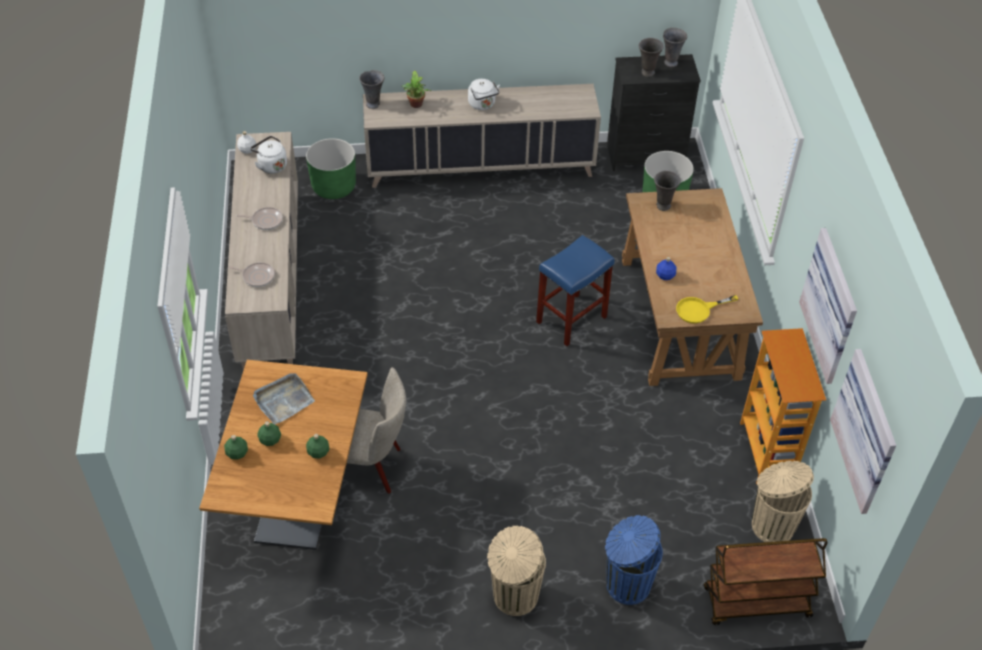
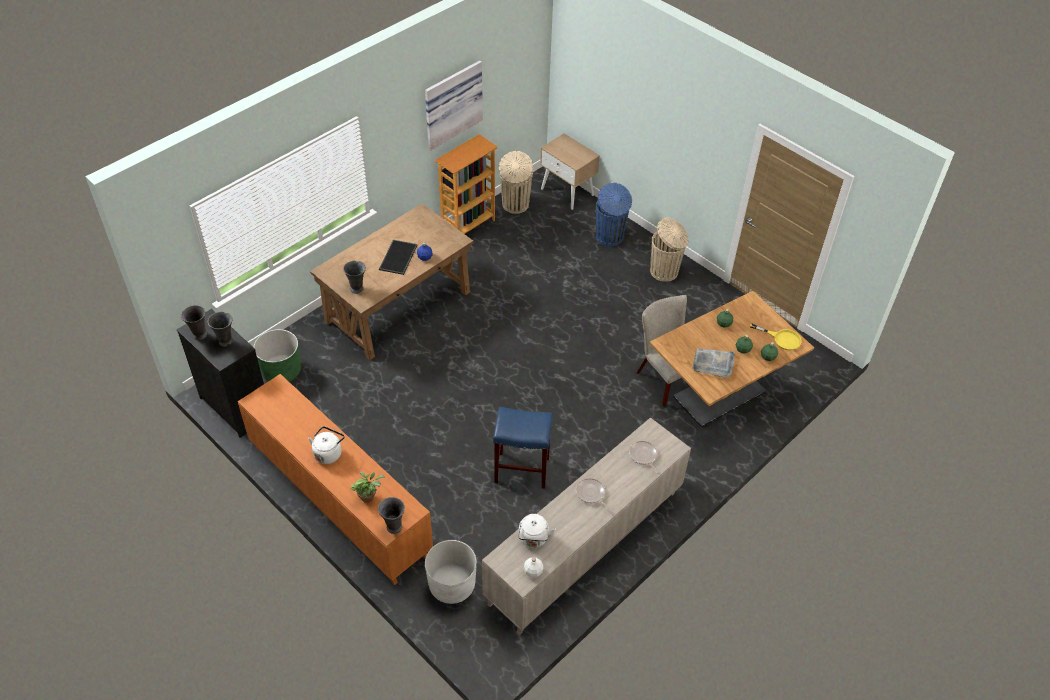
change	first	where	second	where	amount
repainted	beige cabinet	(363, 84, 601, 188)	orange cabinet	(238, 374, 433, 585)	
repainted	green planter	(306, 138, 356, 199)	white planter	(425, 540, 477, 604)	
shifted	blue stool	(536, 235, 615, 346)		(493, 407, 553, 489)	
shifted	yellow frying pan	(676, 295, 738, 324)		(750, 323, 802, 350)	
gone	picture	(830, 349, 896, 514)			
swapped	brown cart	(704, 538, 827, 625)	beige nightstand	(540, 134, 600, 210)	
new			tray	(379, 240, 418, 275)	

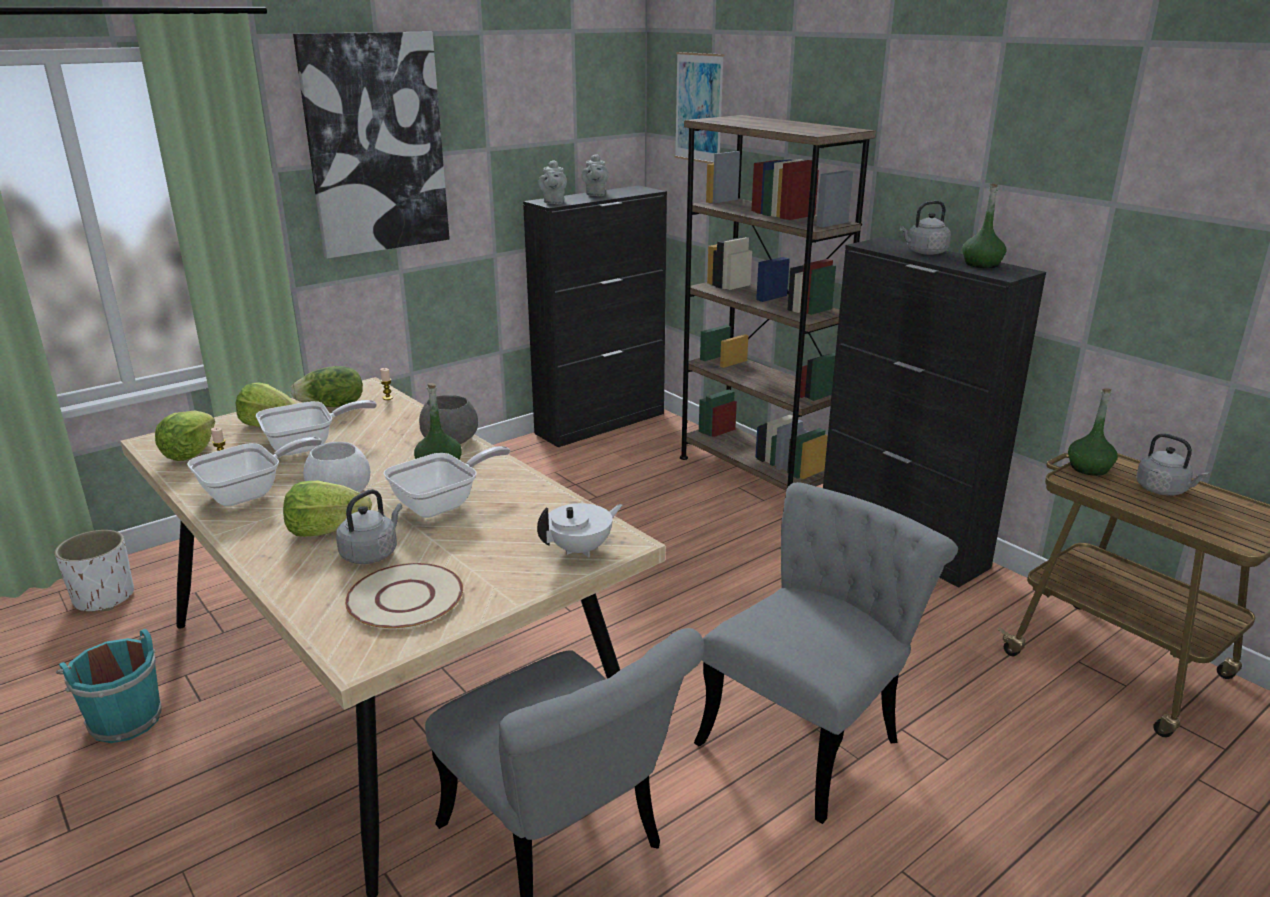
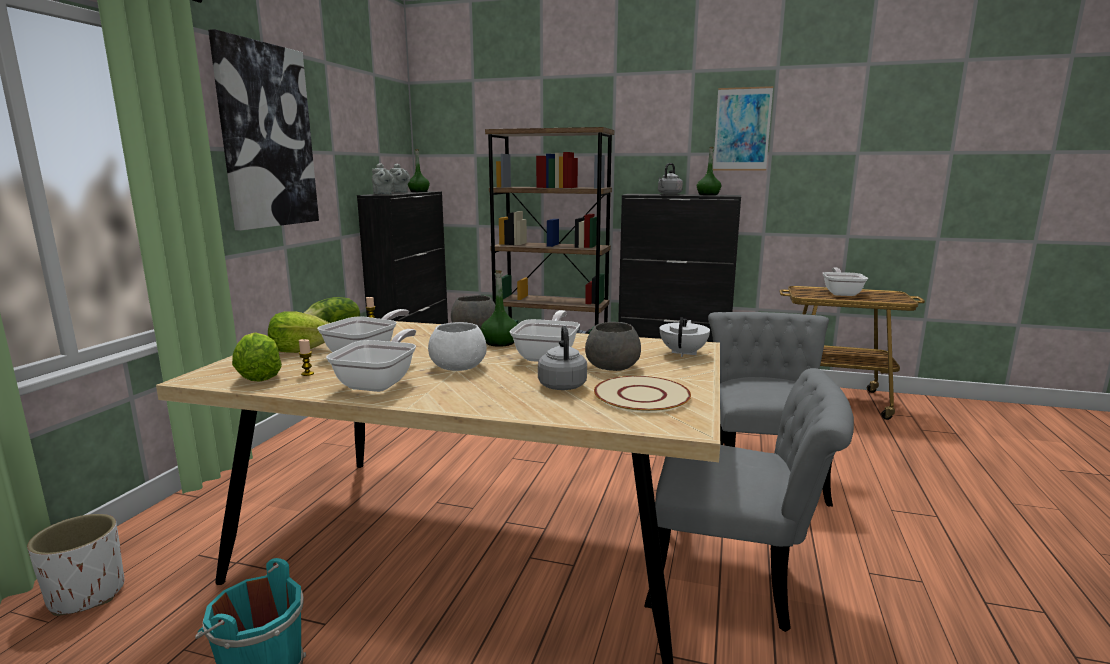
change	first	where	second	where	amount
shifted	picture	(674, 52, 724, 164)		(713, 86, 773, 170)	
shifted	green bottle	(1068, 388, 1117, 476)		(408, 149, 430, 192)	
swapped	grey kettle	(1136, 434, 1208, 496)	frying pan	(823, 268, 868, 296)	
gone	lettuce	(283, 481, 372, 537)			
new			grey bowl	(585, 322, 641, 371)	

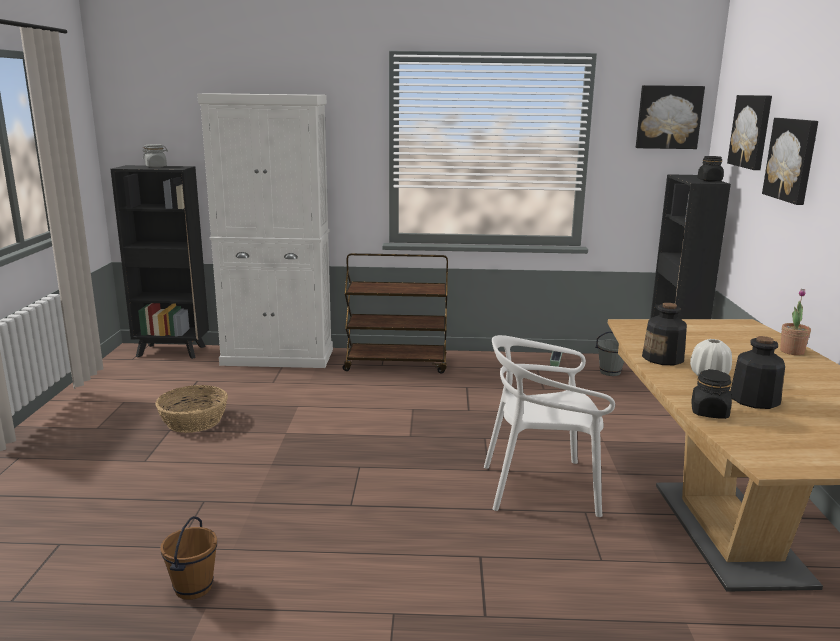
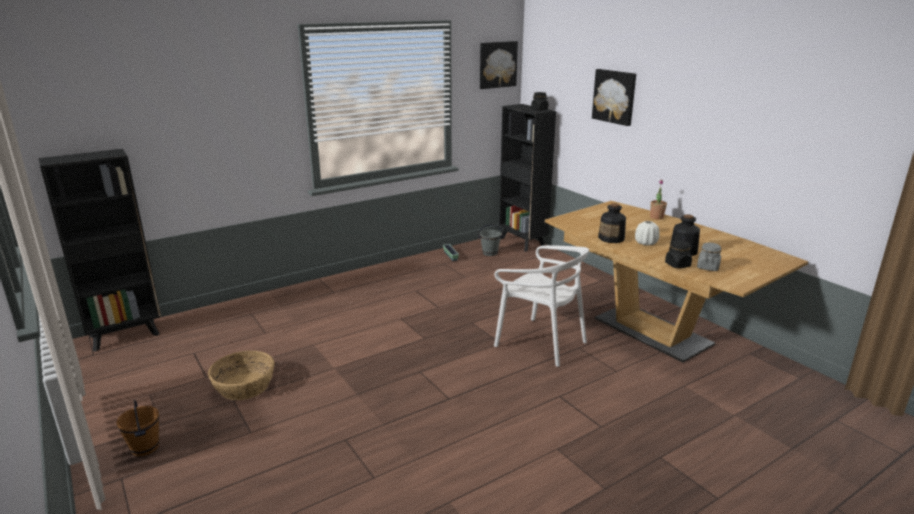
change	first	where	second	where	amount
gone	white cabinet	(197, 93, 333, 368)			
gone	picture	(727, 95, 772, 170)			
shifted	grey jar	(143, 144, 168, 168)		(697, 243, 721, 271)	
gone	brown cart	(343, 253, 448, 373)			
rotated	white chair	(484, 335, 615, 517)		(494, 245, 589, 367)	105 degrees counterclockwise
shifted	brown bucket	(160, 516, 217, 600)		(116, 400, 159, 456)	

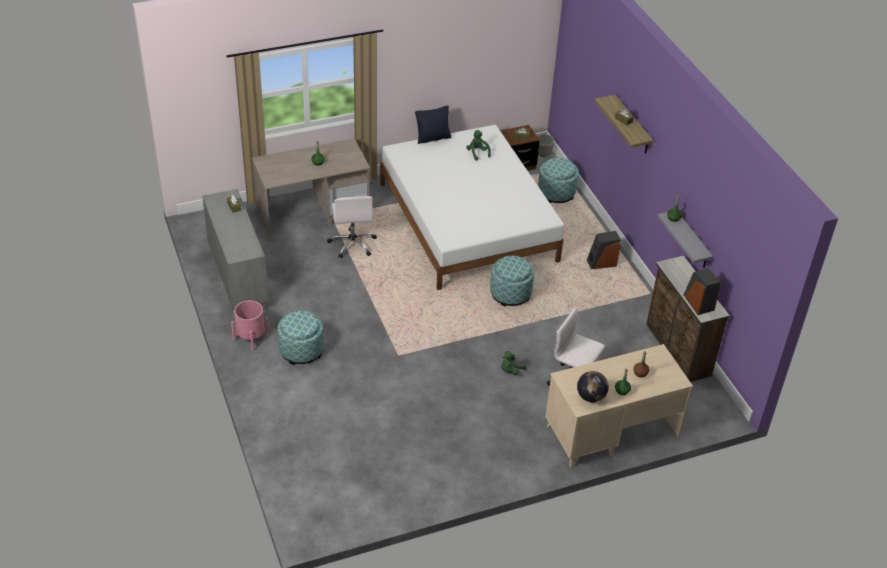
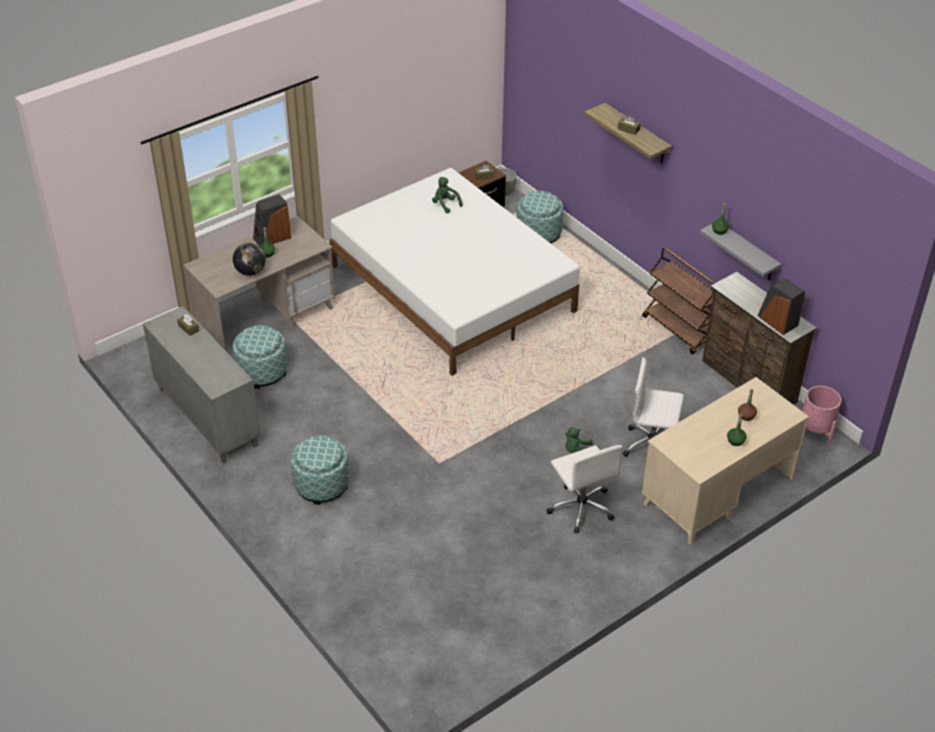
change	first	where	second	where	amount
gone	black pillow	(415, 106, 451, 144)			
shifted	white office chair	(327, 196, 377, 258)		(546, 445, 623, 533)	
shifted	speaker	(587, 231, 621, 269)		(253, 194, 291, 246)	
shifted	ottoman	(490, 256, 534, 306)		(233, 325, 287, 389)	
shifted	pink planter	(231, 300, 269, 351)		(802, 386, 842, 445)	
shifted	globe	(577, 371, 609, 402)		(233, 243, 266, 276)	
new			brown cart	(642, 248, 715, 355)	

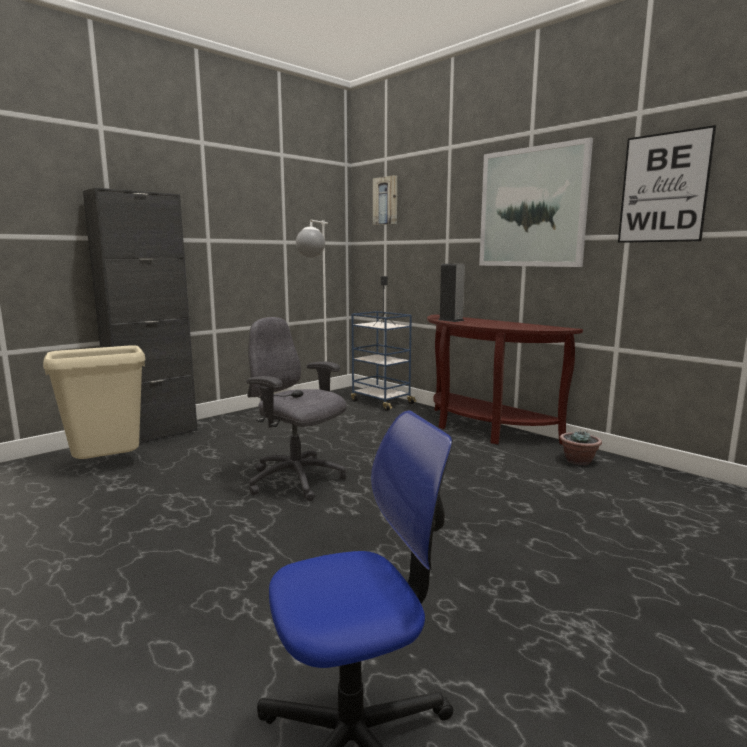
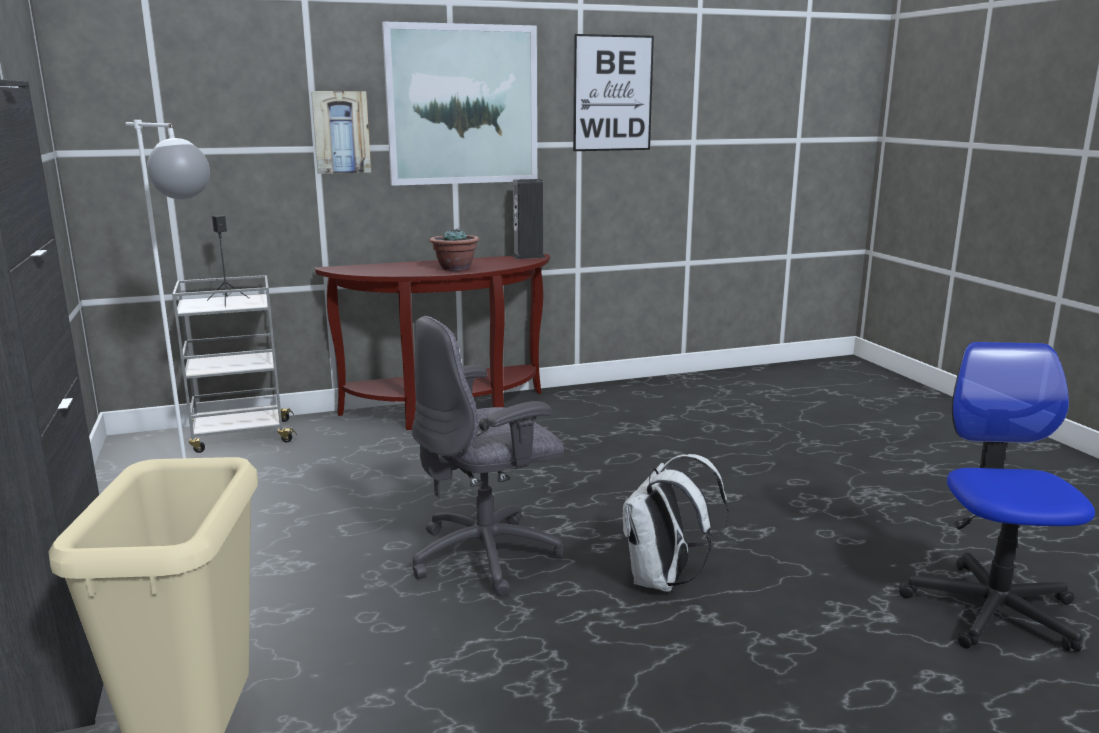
change	first	where	second	where	amount
shifted	picture	(373, 175, 397, 225)		(311, 91, 371, 174)	
shifted	speaker	(438, 264, 465, 322)		(512, 179, 546, 259)	
repainted	blue cart	(351, 311, 416, 411)	grey cart	(172, 275, 297, 453)	
shifted	potted plant	(560, 430, 602, 465)		(430, 228, 479, 271)	
new			white backpack	(623, 454, 729, 592)	

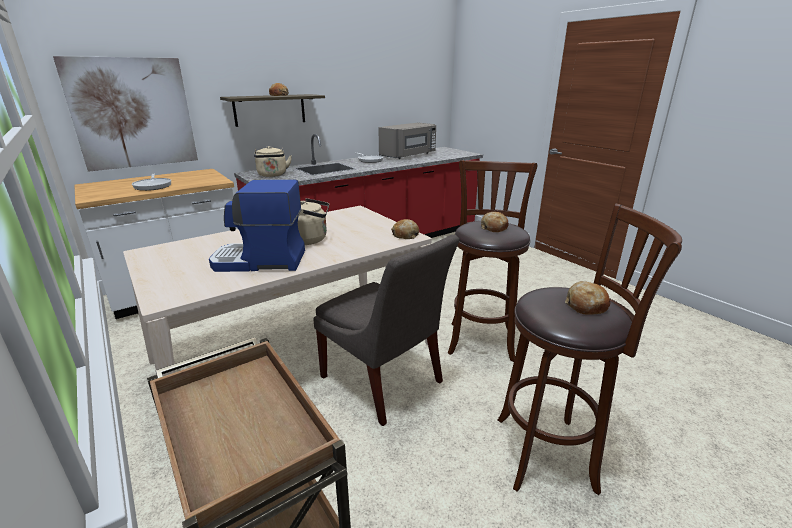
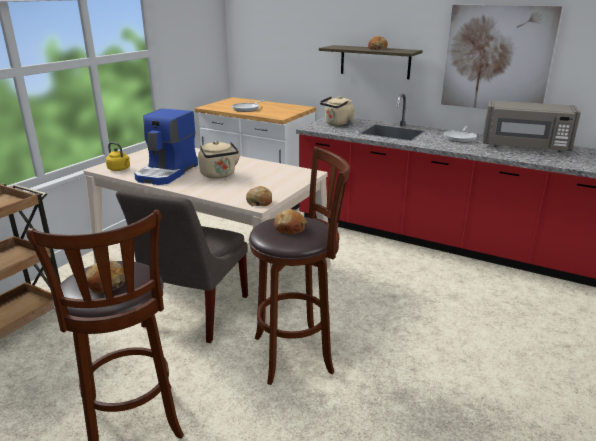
change	first	where	second	where	amount
shifted	picture	(53, 56, 198, 172)		(441, 5, 562, 109)	
rotated	coffee machine	(209, 180, 305, 272)		(134, 108, 198, 185)	135 degrees counterclockwise
new			yellow kettle	(106, 142, 130, 171)	

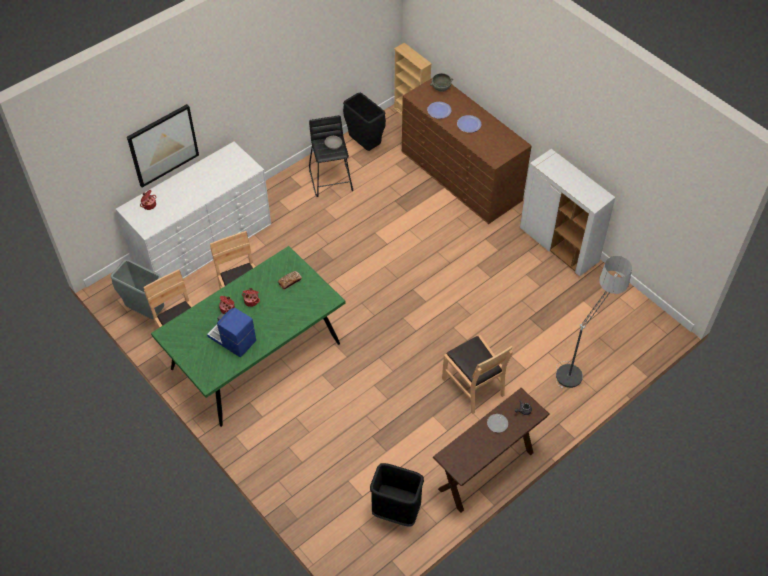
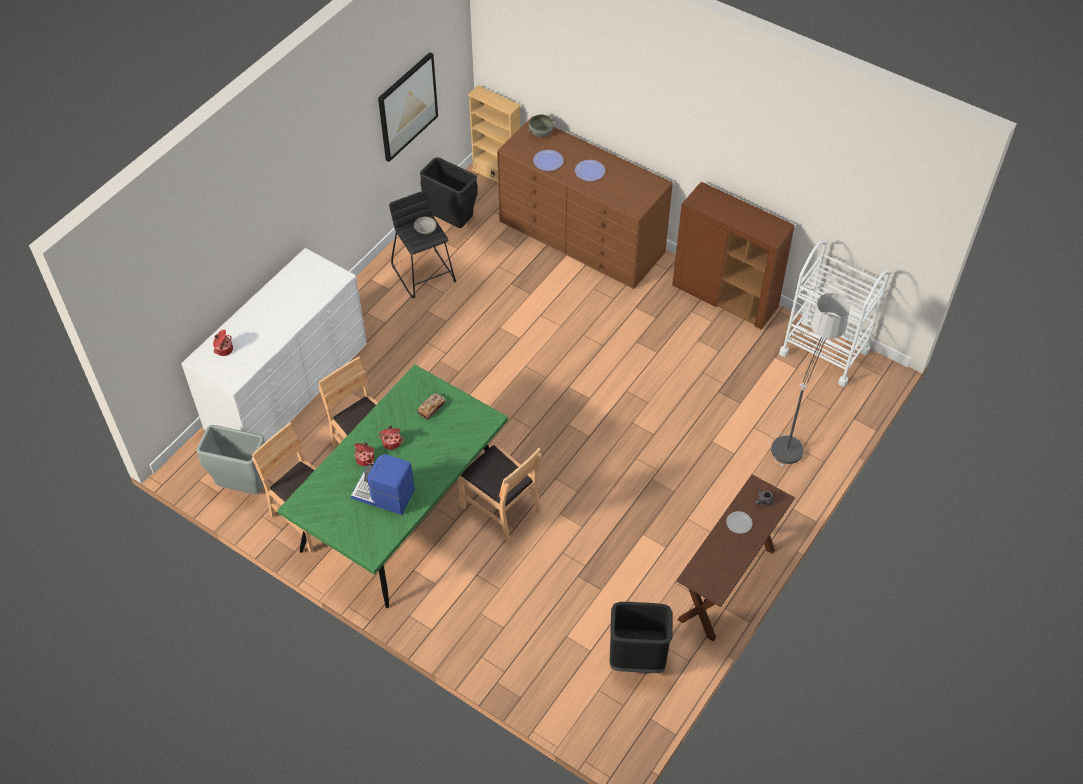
change	first	where	second	where	amount
shifted	picture	(127, 104, 199, 188)		(378, 52, 438, 162)	
repainted	white cabinet	(520, 149, 615, 277)	brown cabinet	(672, 182, 794, 329)	
shifted	brown chair	(442, 335, 513, 414)		(458, 443, 542, 542)	
new			white cart	(779, 241, 890, 387)	

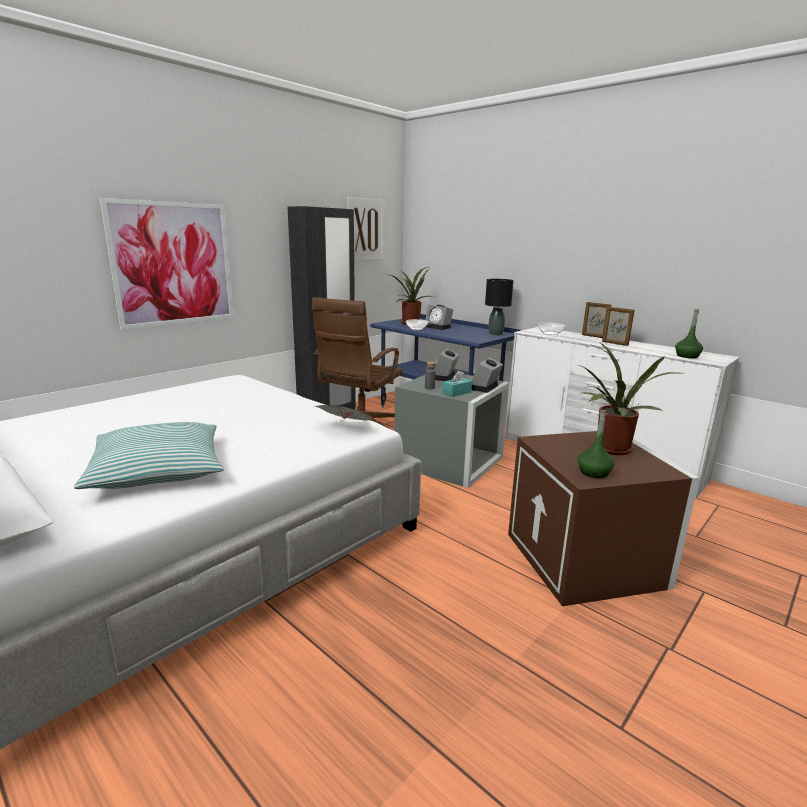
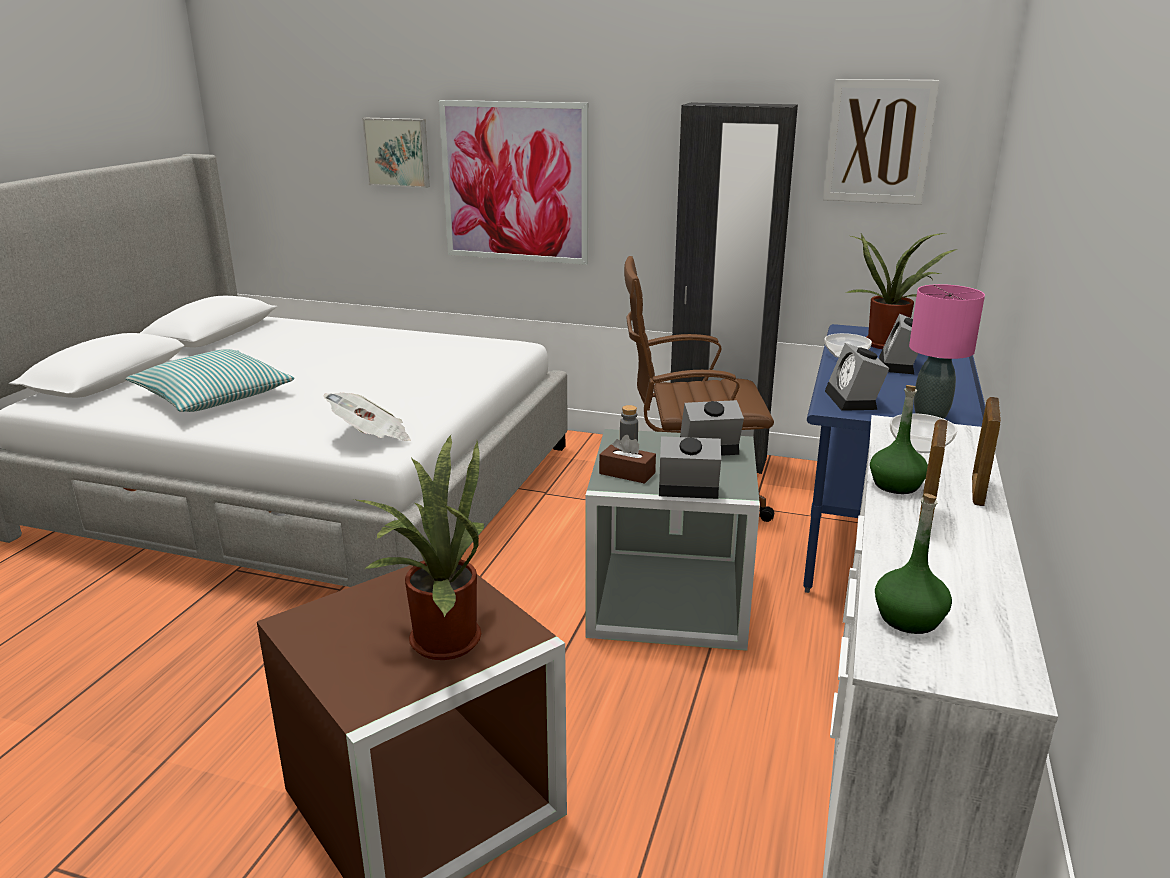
change	first	where	second	where	amount
repainted	black table lamp	(485, 279, 514, 336)	pink table lamp	(909, 284, 985, 419)	
repainted	turquoise tissue box	(442, 370, 472, 397)	brown tissue box	(599, 435, 656, 484)	
shifted	green bottle	(578, 410, 614, 478)		(870, 385, 928, 494)	
new			picture	(362, 118, 430, 188)	
new			alarm clock	(825, 343, 889, 411)	

